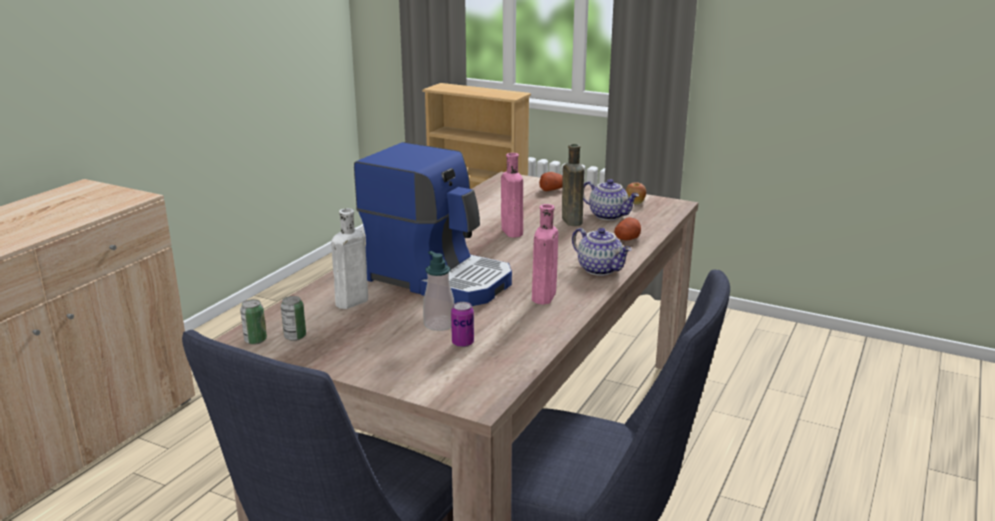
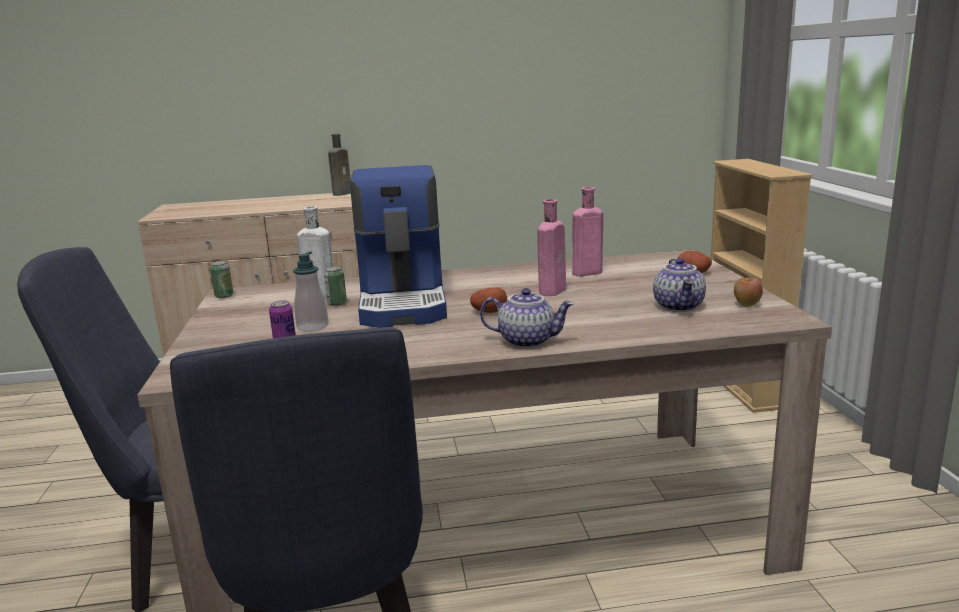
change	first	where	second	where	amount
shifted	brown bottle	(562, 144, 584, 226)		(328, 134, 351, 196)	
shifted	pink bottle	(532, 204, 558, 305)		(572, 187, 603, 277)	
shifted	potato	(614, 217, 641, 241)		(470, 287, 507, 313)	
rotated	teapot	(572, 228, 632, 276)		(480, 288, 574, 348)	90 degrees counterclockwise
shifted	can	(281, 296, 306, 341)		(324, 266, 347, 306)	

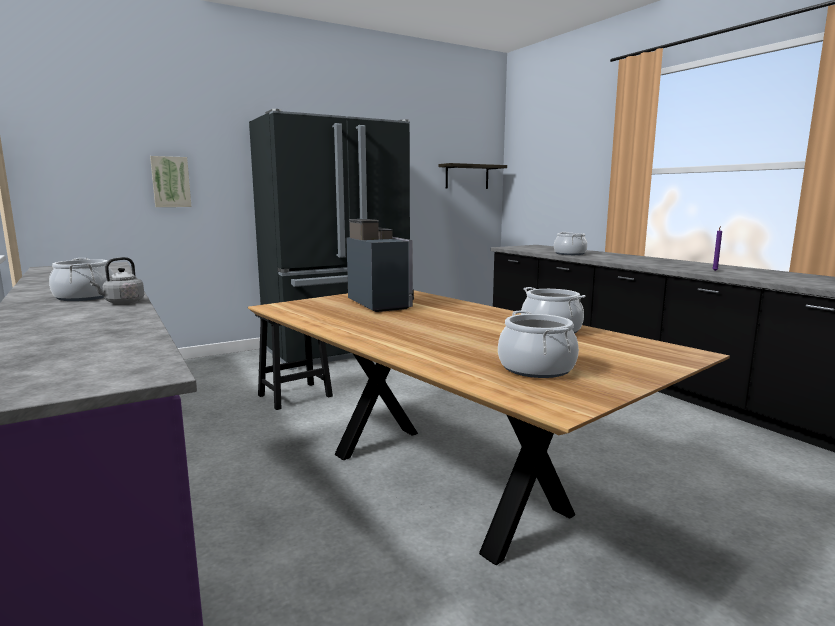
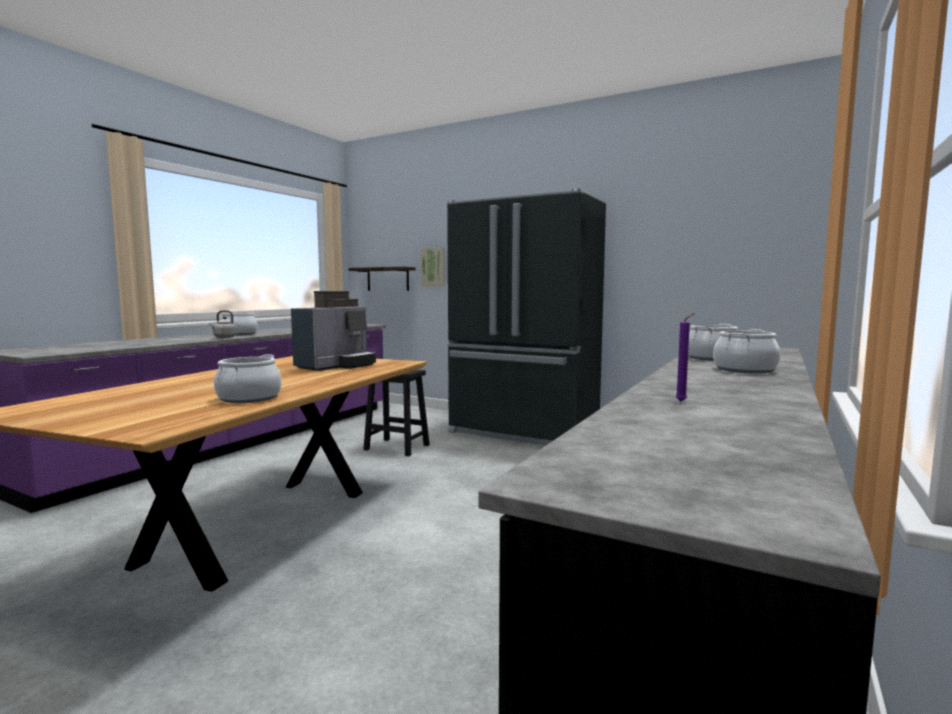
change	first	where	second	where	amount
shifted	shelf	(439, 163, 507, 189)		(348, 267, 416, 291)	
shifted	cooking pot	(498, 310, 579, 378)		(713, 329, 780, 374)	

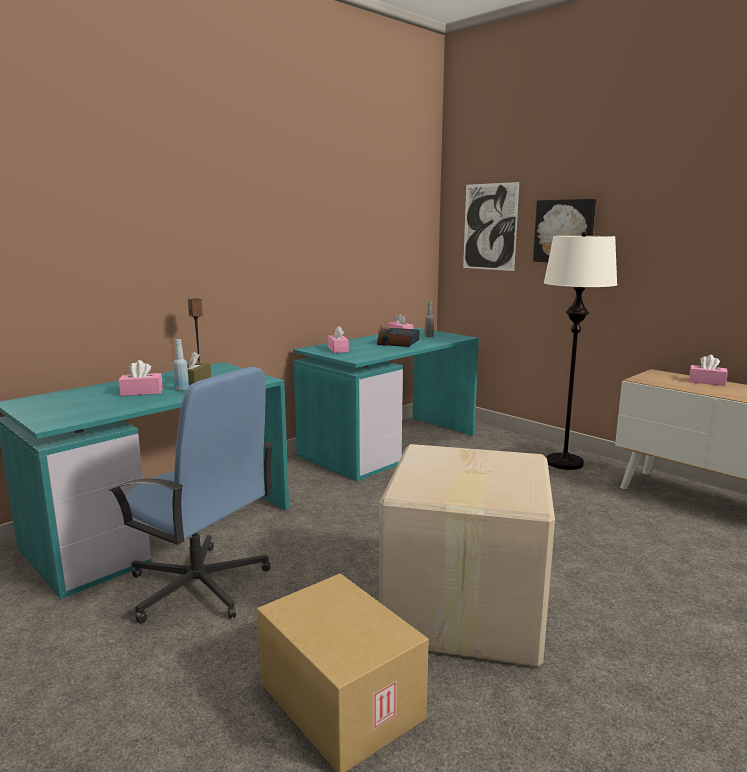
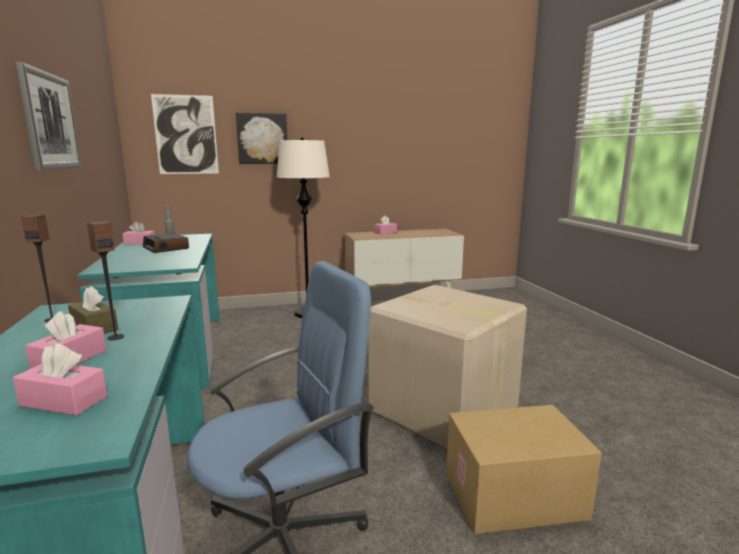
change	first	where	second	where	amount
shifted	pink tissue box	(328, 326, 349, 353)		(13, 343, 107, 415)	
swapped	blue bottle	(173, 339, 189, 391)	speaker	(87, 221, 124, 340)	
new			picture	(15, 62, 82, 171)	

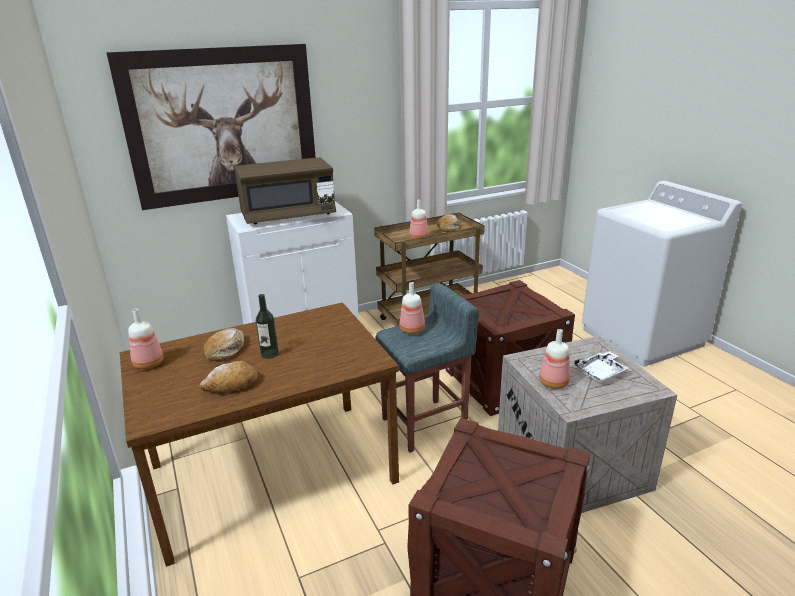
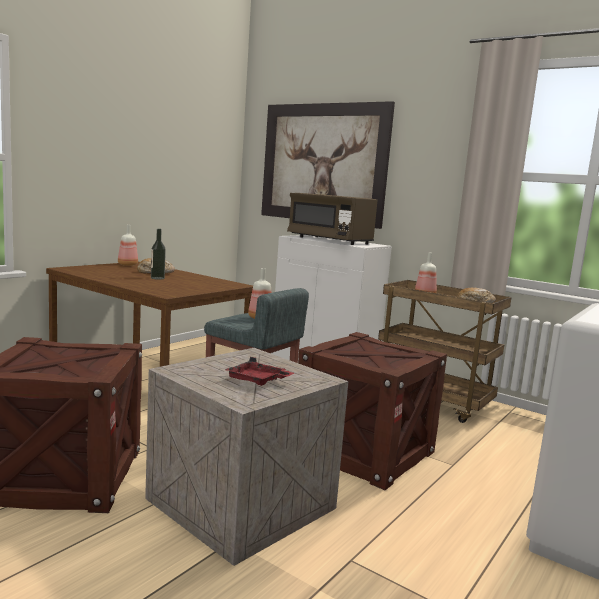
change	first	where	second	where	amount
gone	bottle	(539, 329, 570, 389)			
repainted	white tray	(575, 351, 628, 383)	red tray	(225, 357, 294, 386)	
gone	bread	(200, 361, 258, 393)			

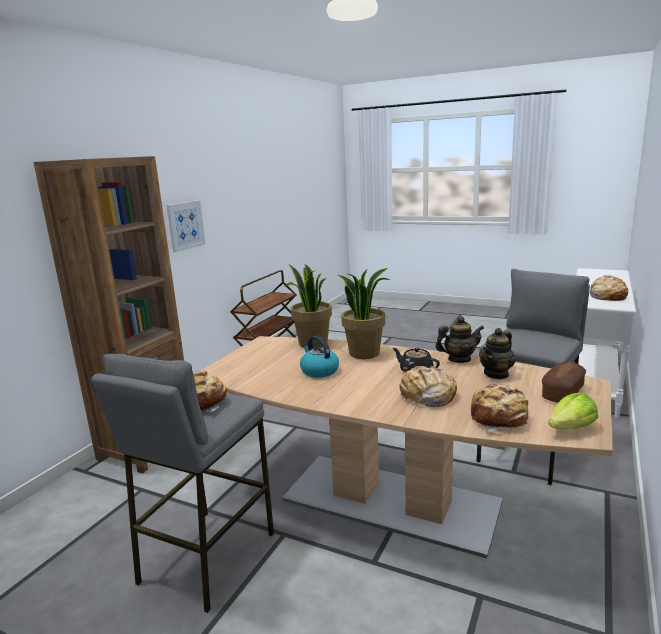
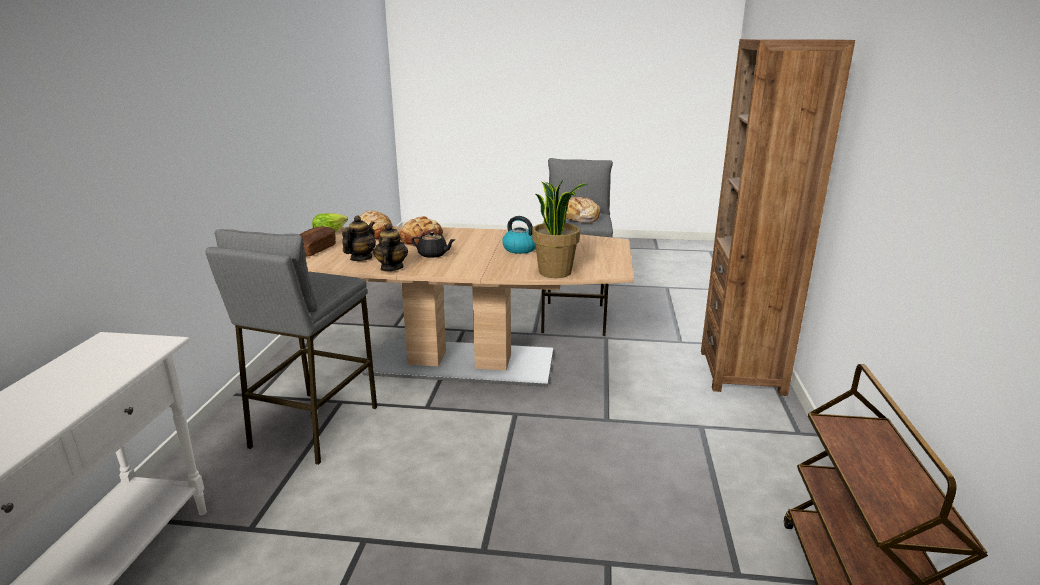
change	first	where	second	where	amount
gone	picture	(166, 200, 205, 252)			
gone	potted plant	(337, 268, 390, 359)			
gone	bread	(589, 275, 628, 301)			
rotated	teapot	(435, 316, 484, 363)		(373, 223, 408, 271)	120 degrees clockwise

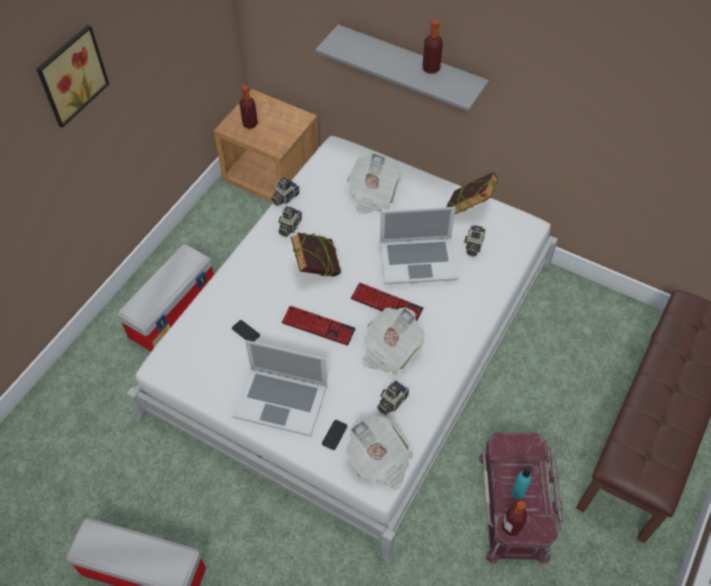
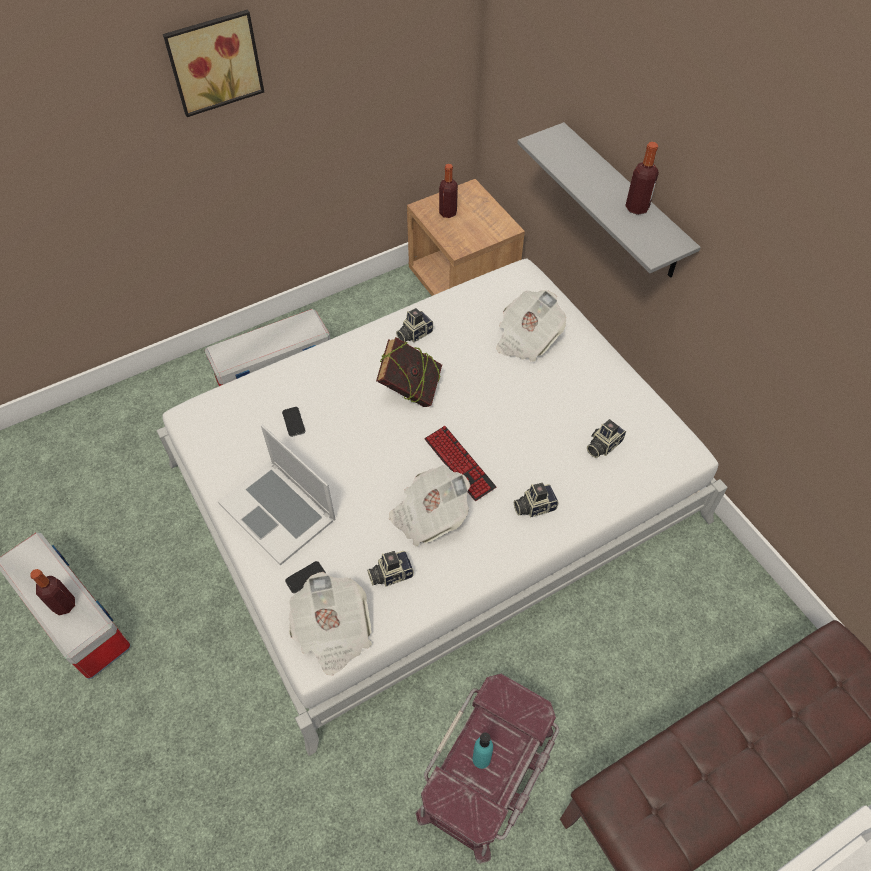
change	first	where	second	where	amount
gone	book	(447, 172, 499, 214)			
shifted	photo camera	(271, 177, 300, 206)		(514, 483, 558, 518)	
gone	laptop	(380, 207, 458, 285)			
gone	keyboard	(281, 306, 356, 346)			
shifted	bottle	(502, 501, 527, 536)		(31, 569, 75, 616)	

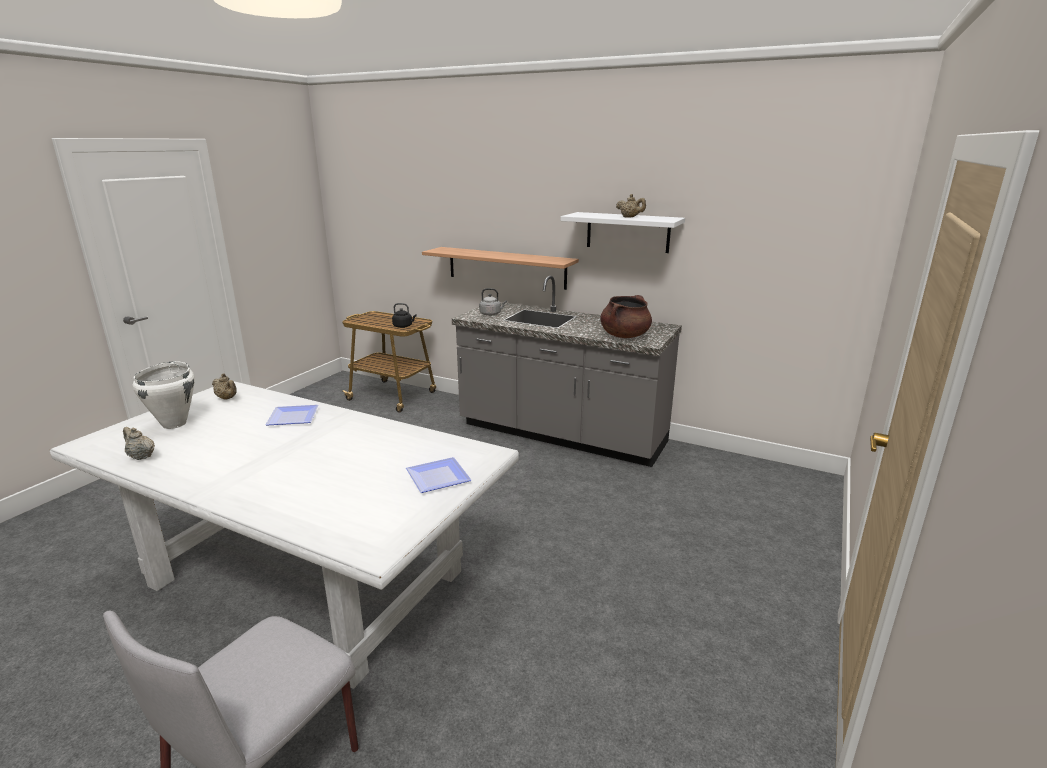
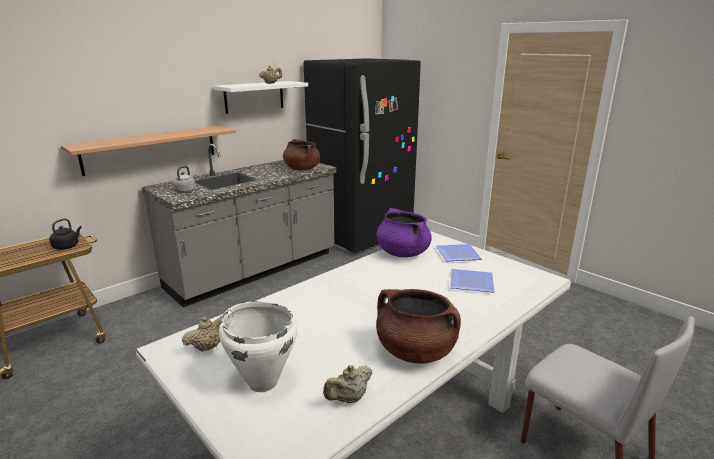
change	first	where	second	where	amount
shifted	plate	(265, 405, 318, 425)		(450, 269, 495, 293)	
new			black fridge	(304, 58, 421, 253)	
new			purple cooking pot	(376, 208, 432, 257)	
new			brown cooking pot	(376, 289, 461, 364)	

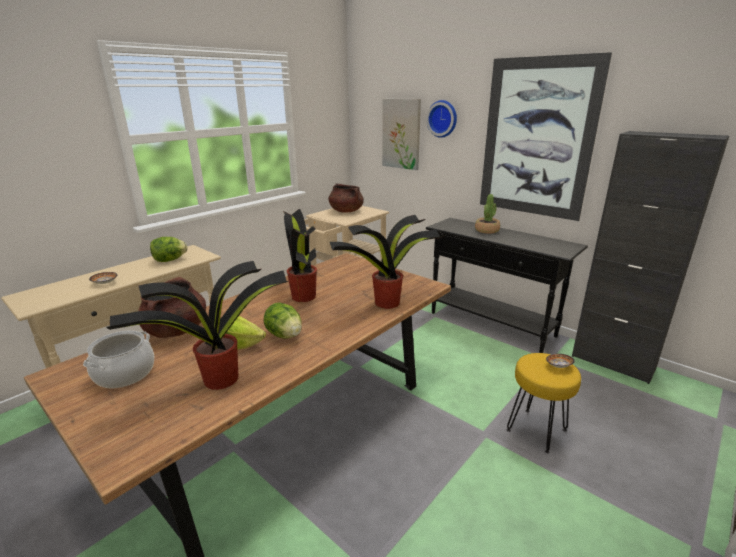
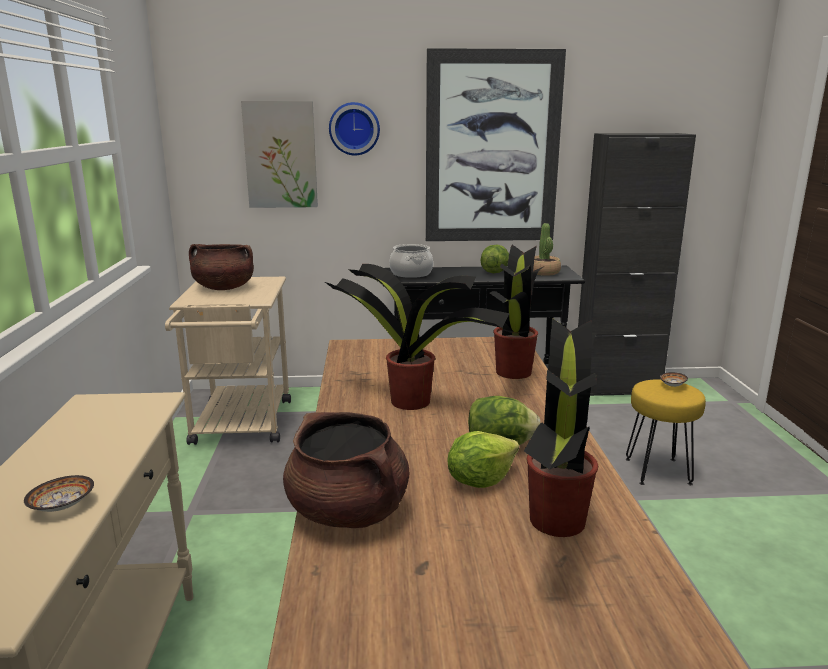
change	first	where	second	where	amount
shifted	potted plant	(475, 194, 500, 234)		(533, 223, 561, 276)	
shifted	lettuce	(150, 237, 187, 262)		(480, 244, 509, 273)	
shifted	cooking pot	(83, 331, 154, 388)		(389, 244, 433, 278)	

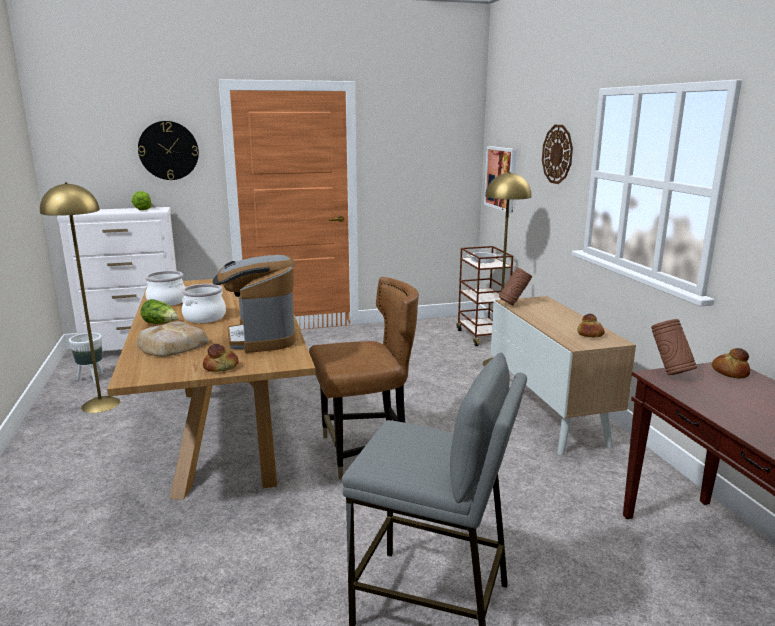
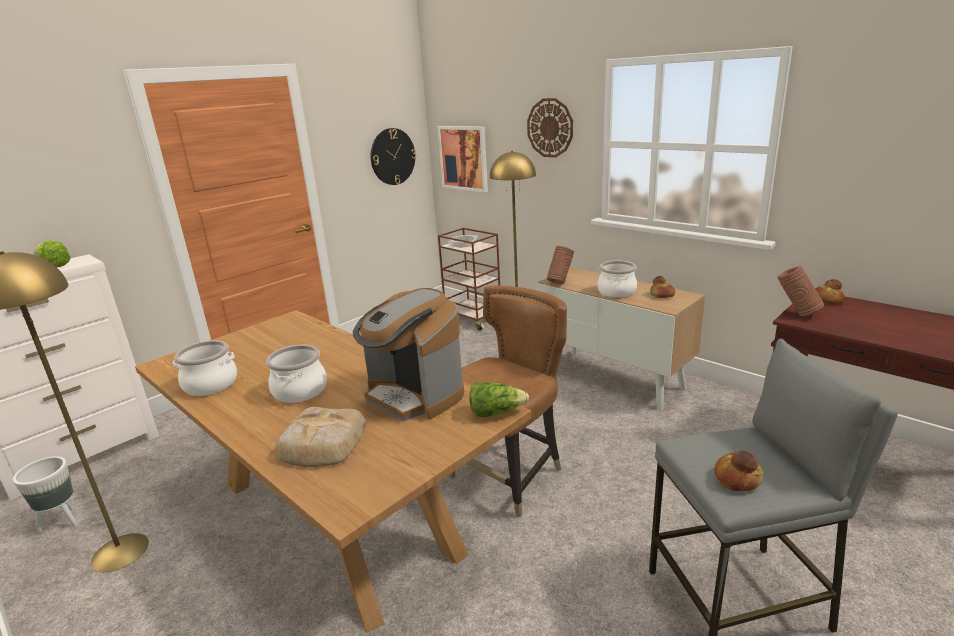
change	first	where	second	where	amount
shifted	wall clock	(138, 121, 199, 180)		(371, 128, 416, 185)	
shifted	lettuce	(141, 299, 178, 324)		(469, 382, 529, 417)	
shifted	bread	(203, 344, 238, 372)		(714, 450, 763, 491)	
new			cooking pot	(597, 261, 637, 297)	

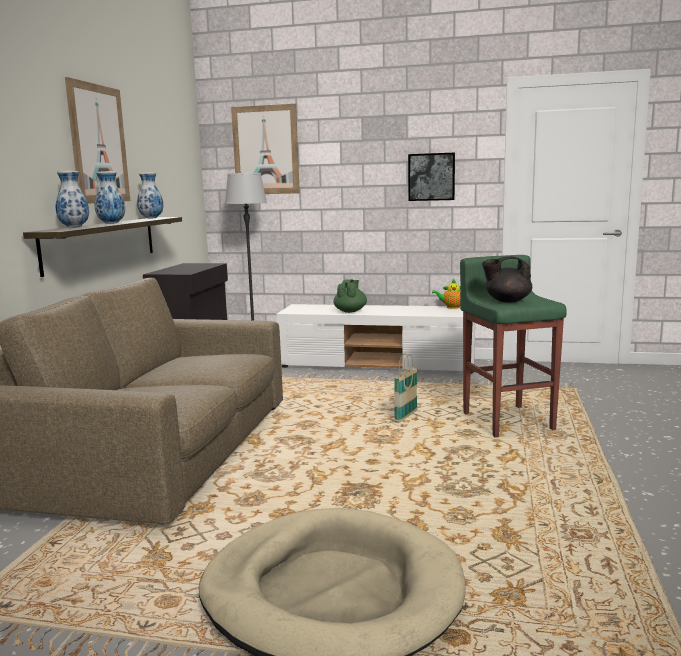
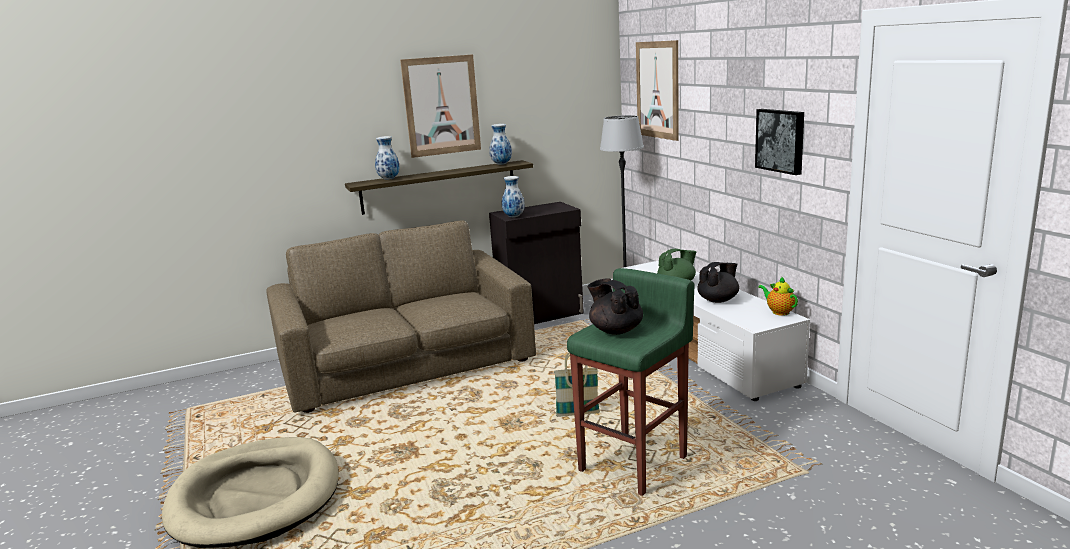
change	first	where	second	where	amount
shifted	vase	(94, 171, 125, 224)		(502, 176, 525, 217)	
new			black teapot	(697, 262, 739, 303)	

